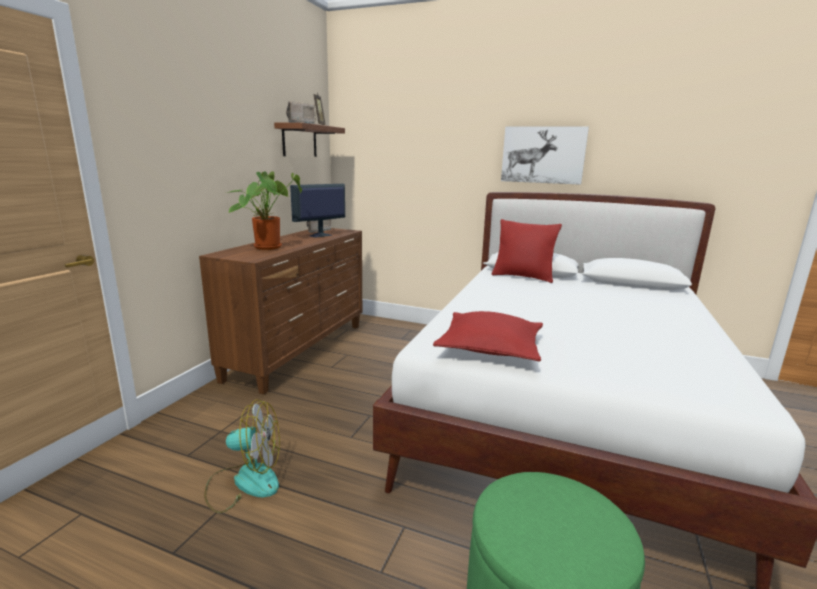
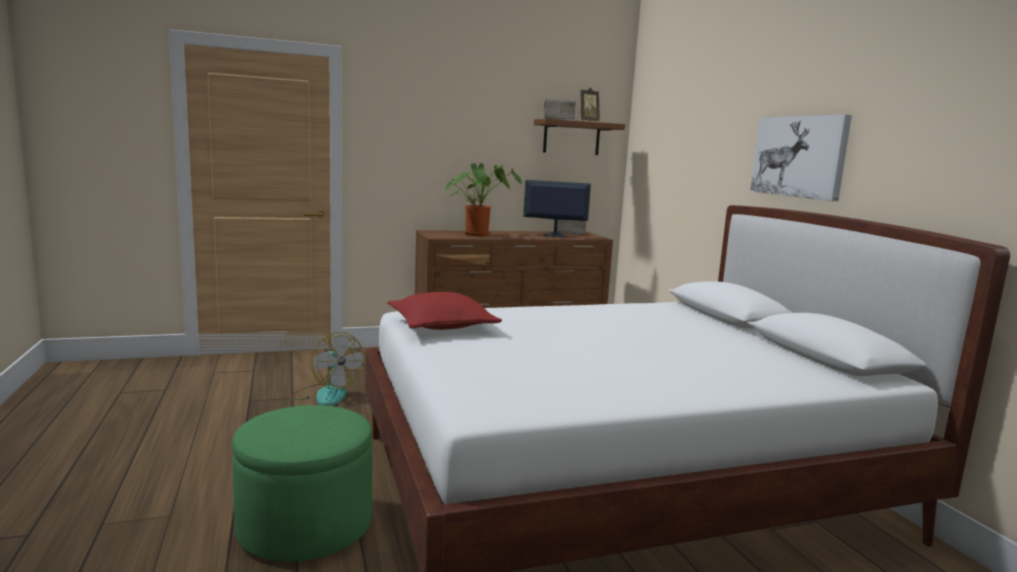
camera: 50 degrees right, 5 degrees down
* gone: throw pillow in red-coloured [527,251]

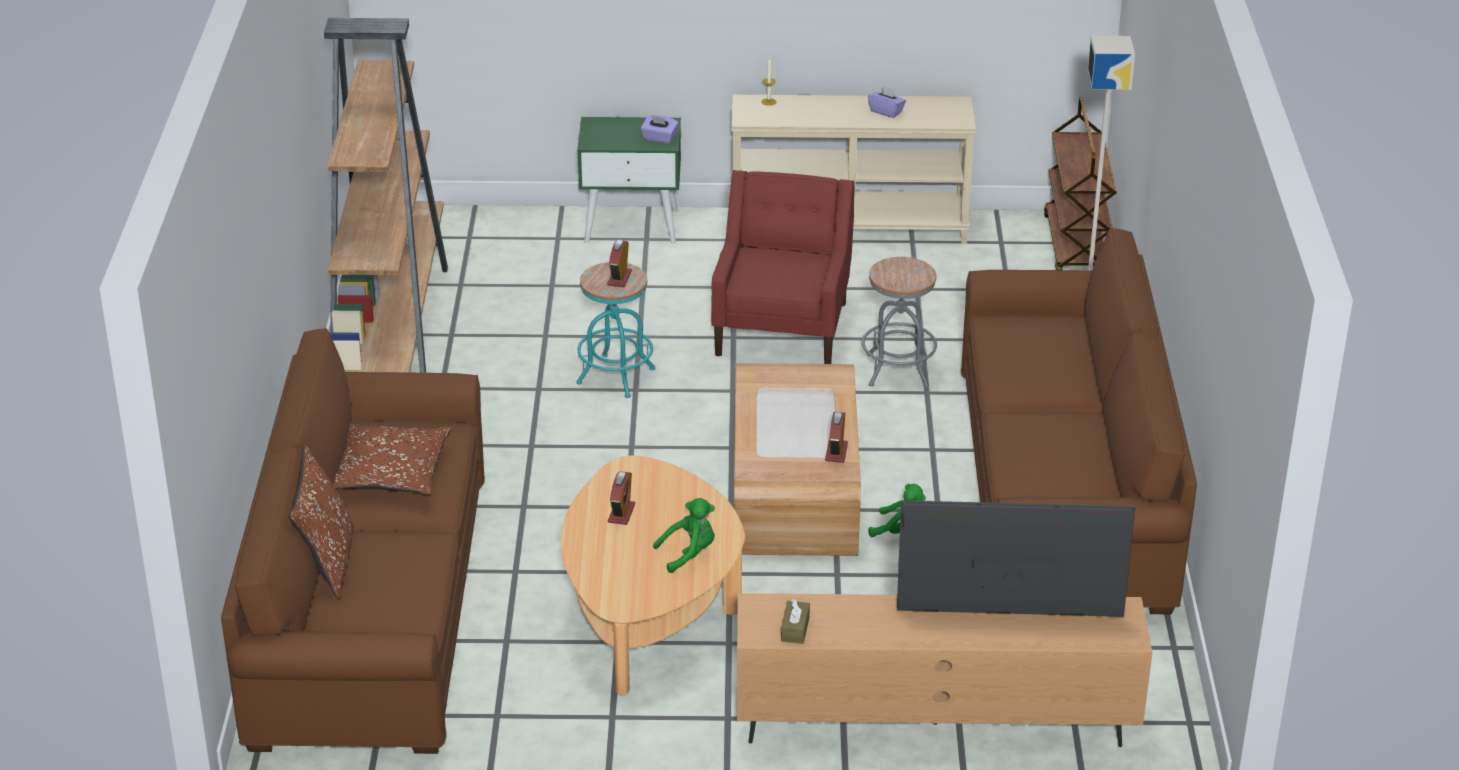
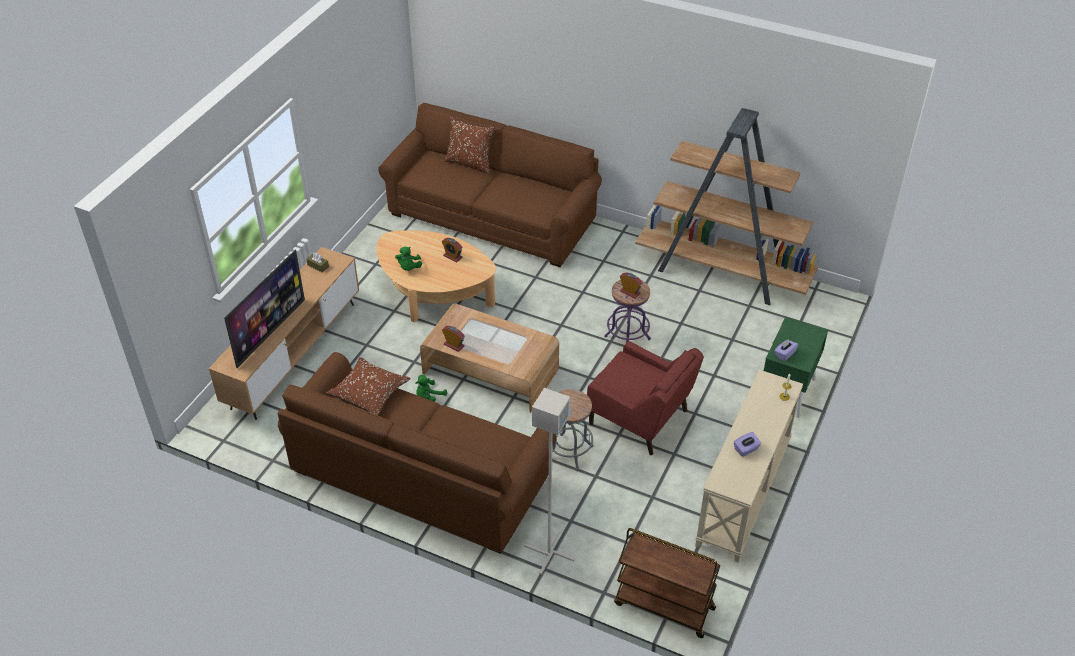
camera: 115 degrees right, 10 degrees up
* shifted: throw pillow in brown-coloured [392,459] to [368,386]
* repainted: stool in blue-green [616,330] to stool in purple [627,311]

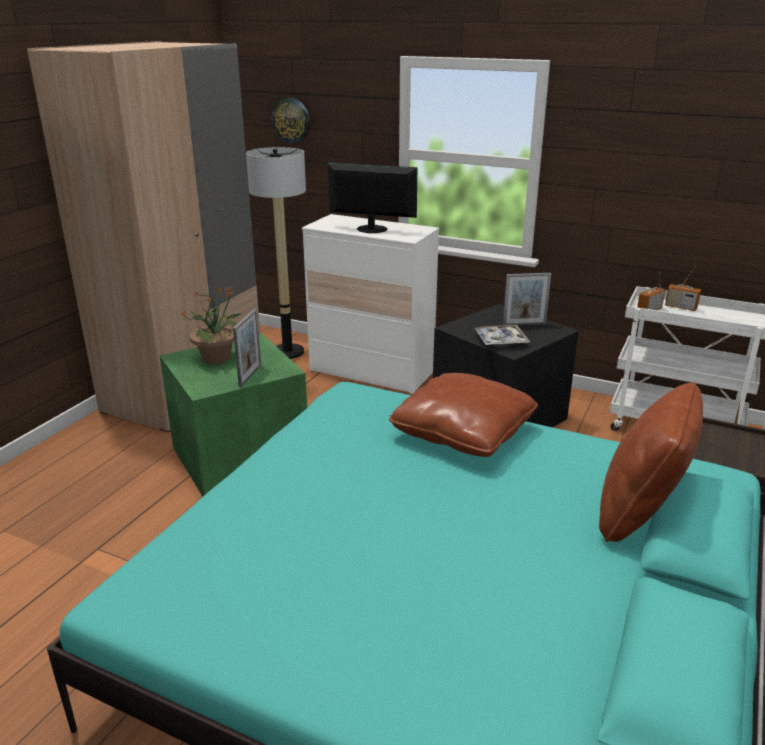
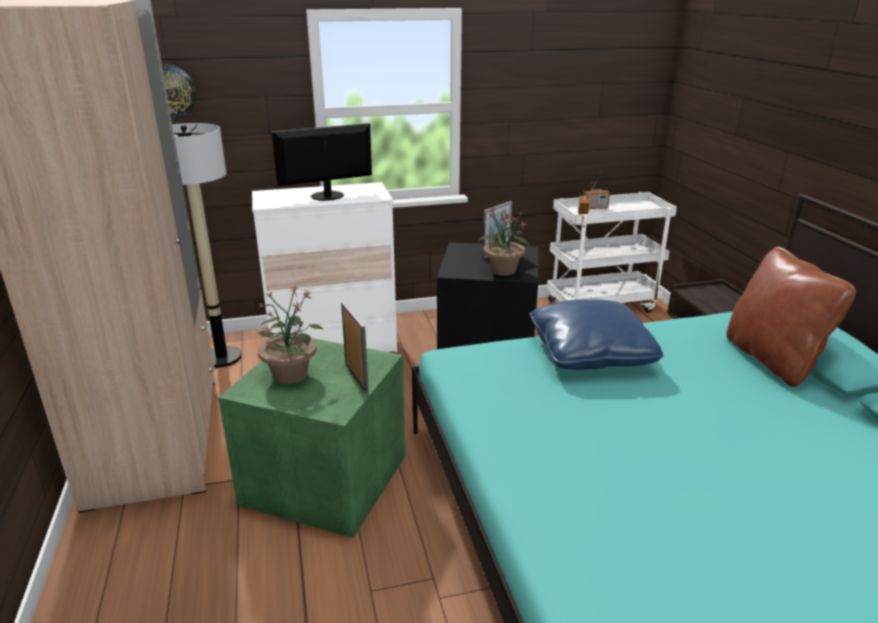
camera: 40 degrees left, 0 degrees up
* swapped: serving tray [502,335] to houseplant [505,242]
* repainted: throw pillow in brown-coloured [463,415] to throw pillow in blue-coloured [597,334]

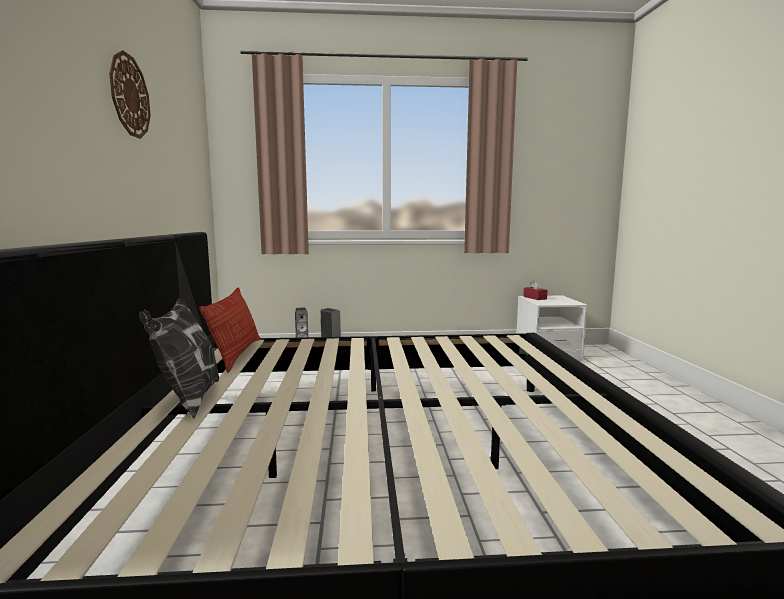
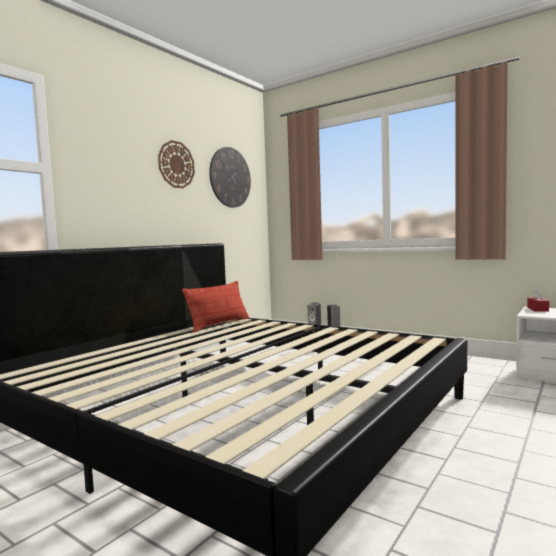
camera: 40 degrees right, 5 degrees down
* gone: throw pillow [179,358]
* new: clock on the wall [230,177]

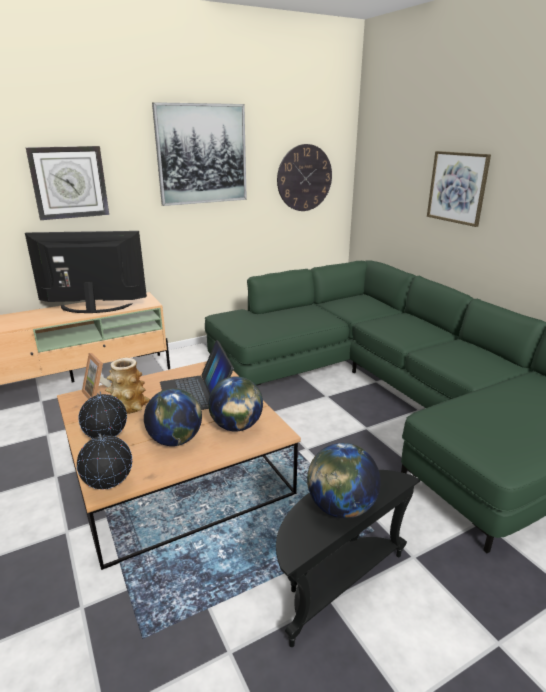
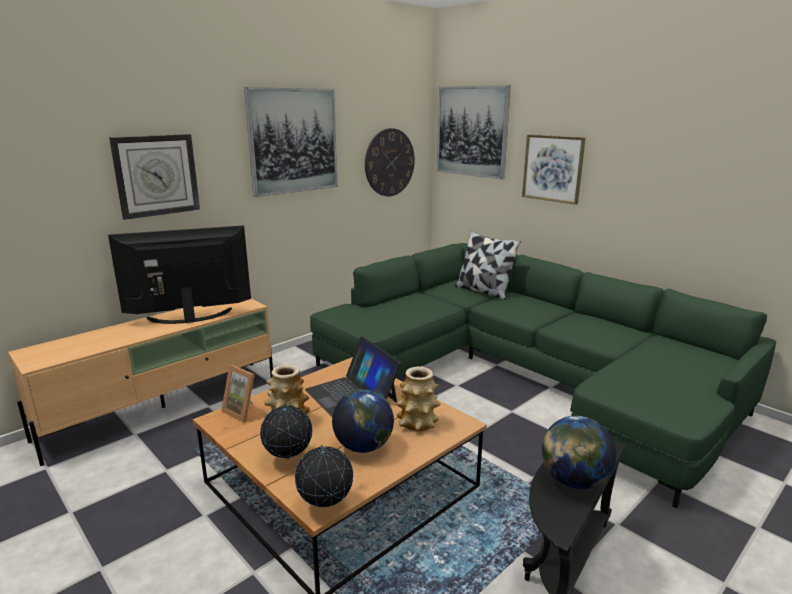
camera: 15 degrees left, 5 degrees down
* new: picture [474,132]
* new: throw pillow [488,265]
* swapped: desk globe [235,404] to flower vase [418,398]

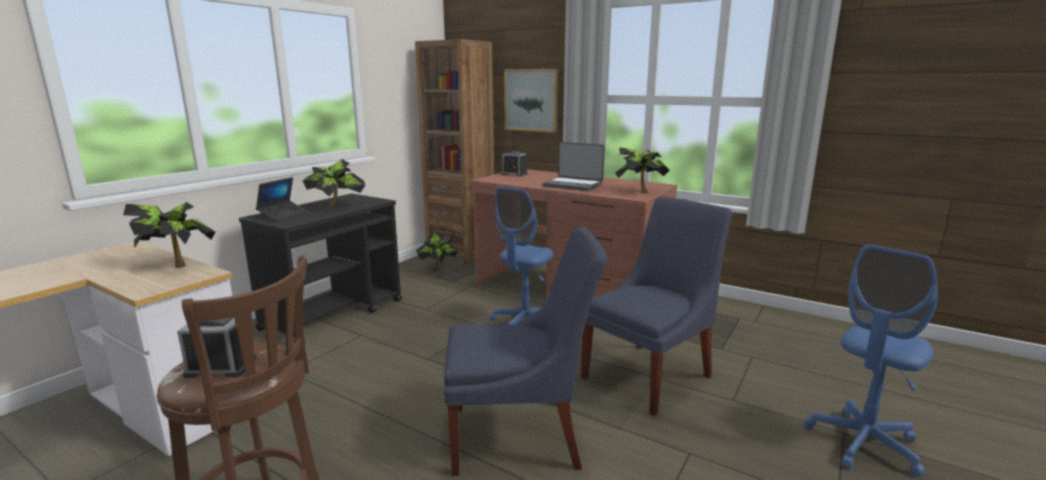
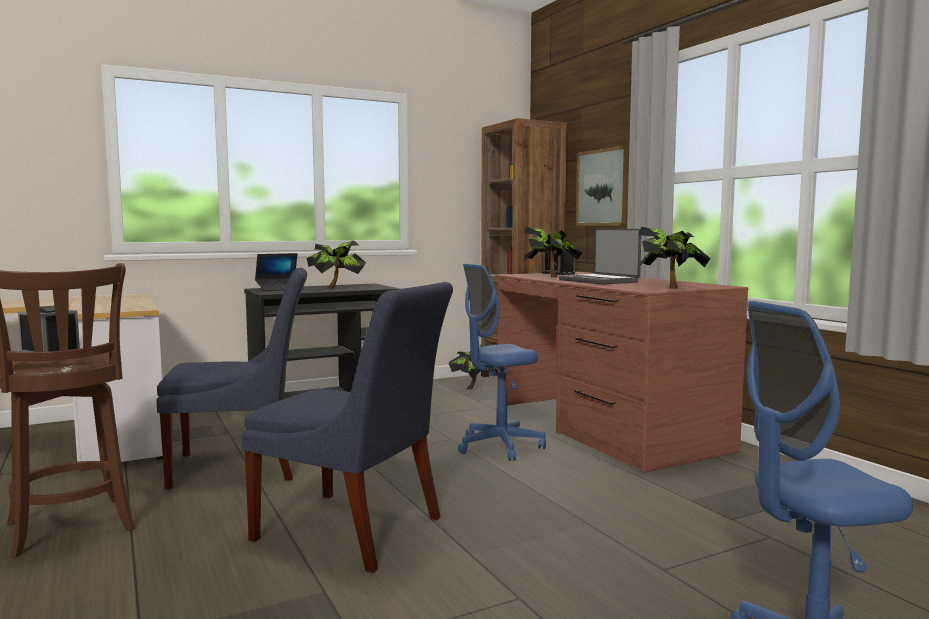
camera: 30 degrees right, 10 degrees down
* shifted: houseplant [169,235] to [553,252]
* shifted: upright chair in blue-coloured [656,306] to [231,378]

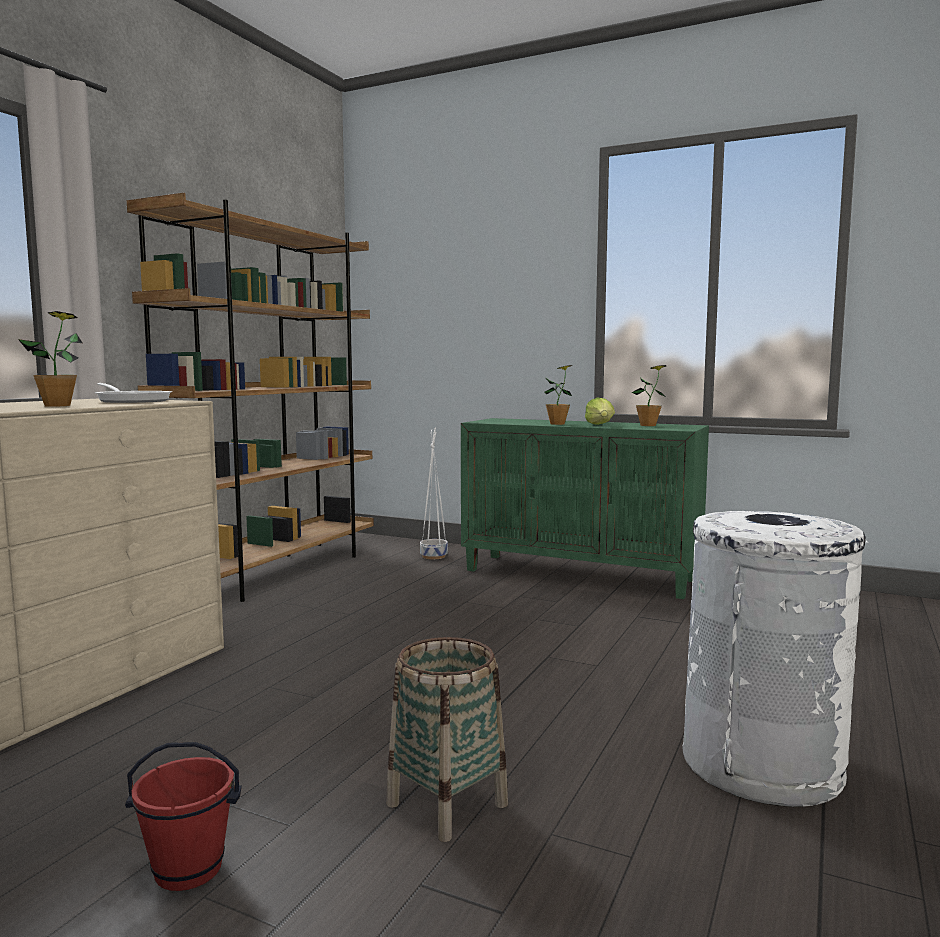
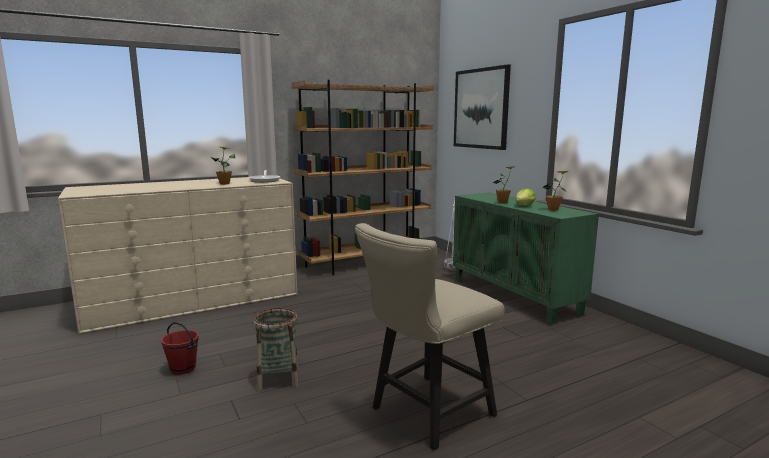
camera: 35 degrees right, 5 degrees up
* new: picture [482,107]
* swapped: trash can in whitish [775,659] to upright chair in sand-coloured [429,336]

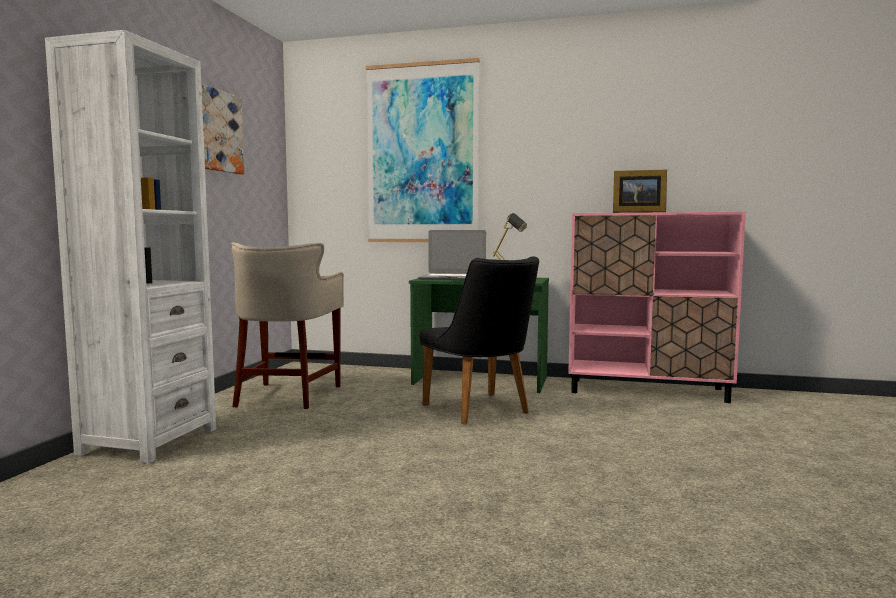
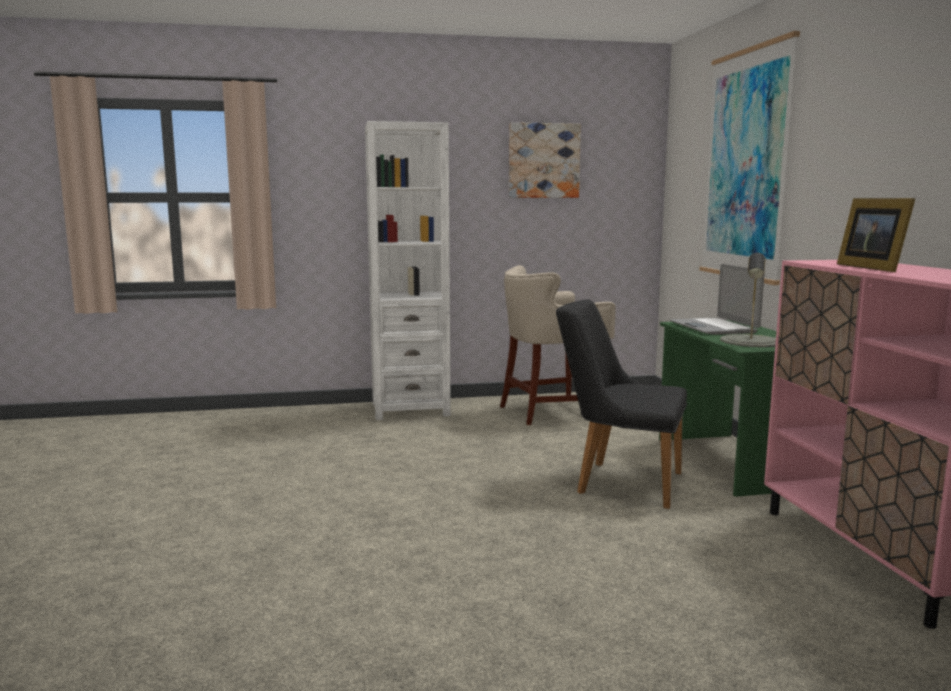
camera: 65 degrees right, 5 degrees up
* rotated: upright chair in black-coloured [479,340] = [621,404] 75 degrees clockwise

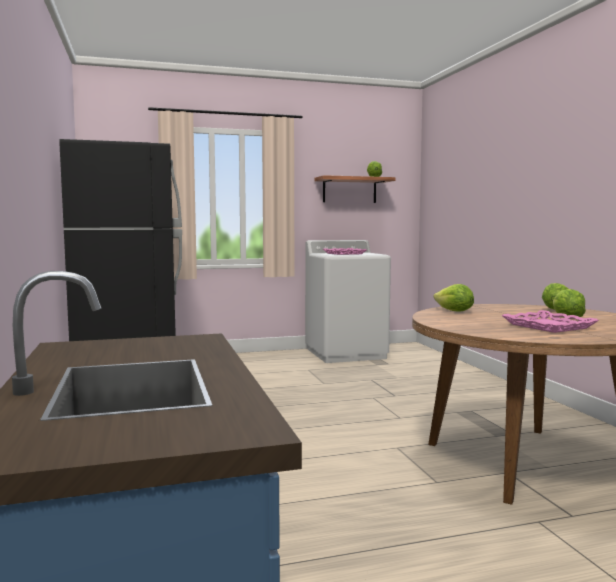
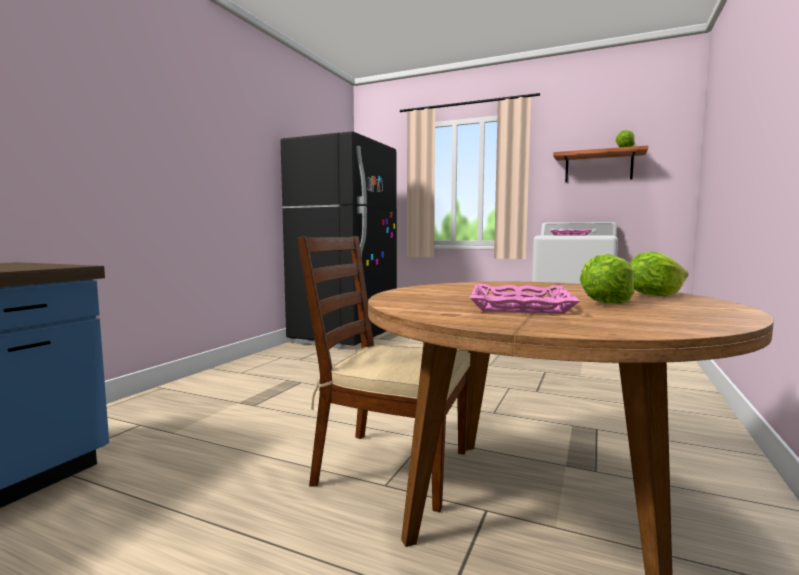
camera: 40 degrees right, 0 degrees up
* gone: lettuce [454,298]
* new: upright chair in brown-coloured [384,374]

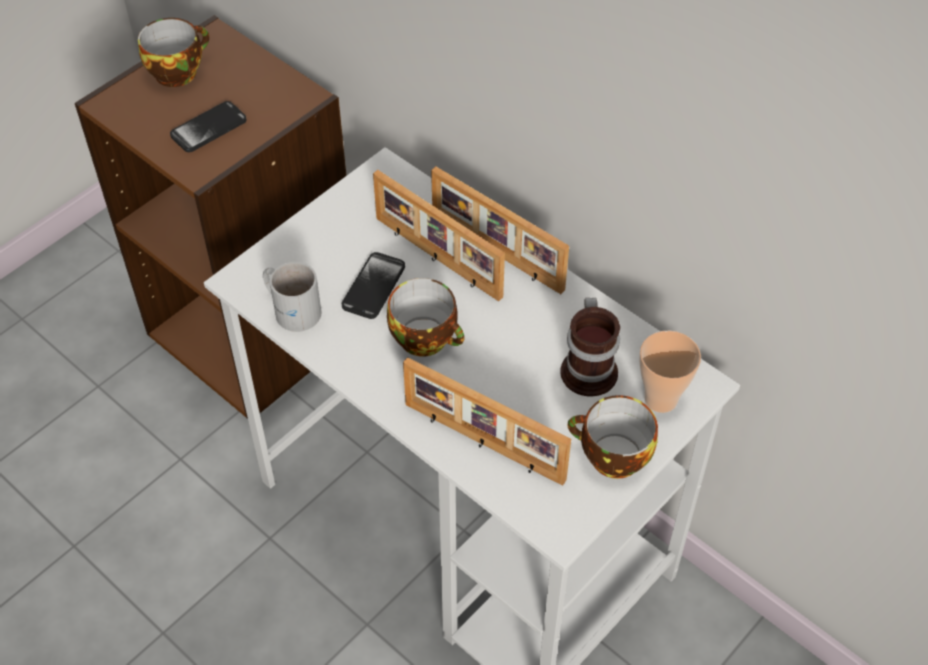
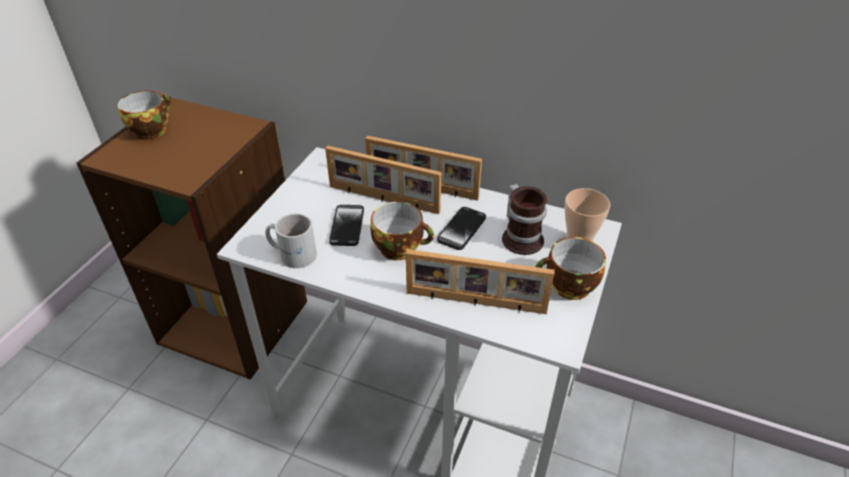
camera: 20 degrees left, 10 degrees down
* shifted: phone [208,126] to [461,228]

